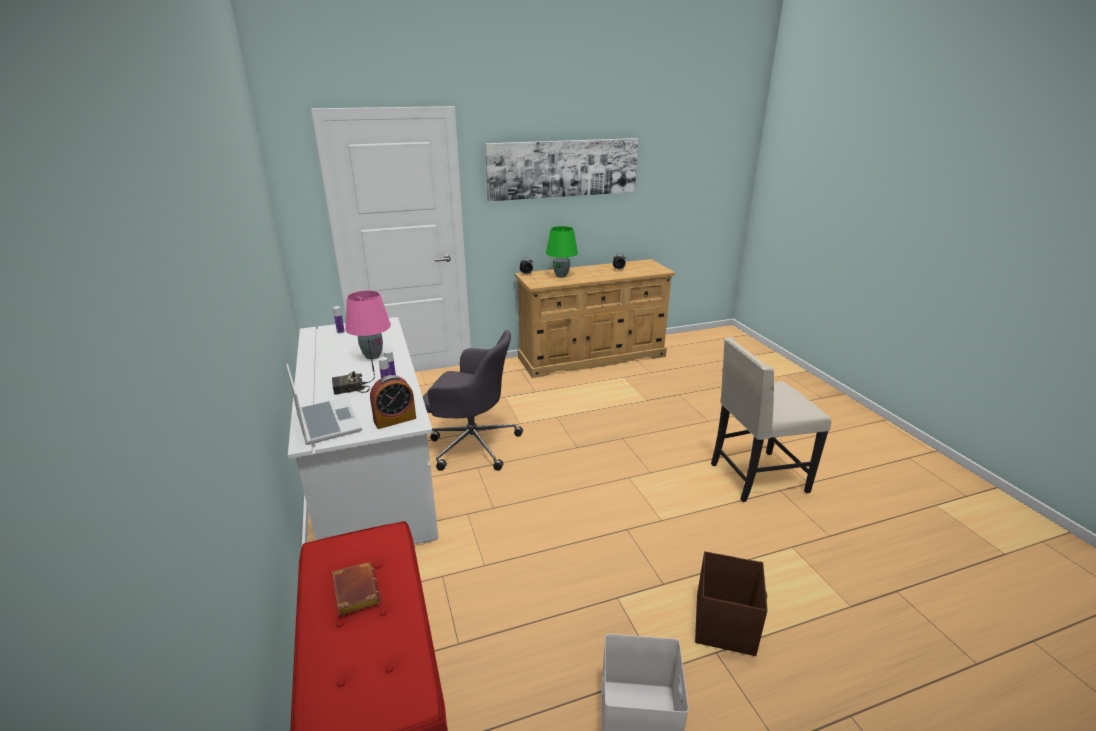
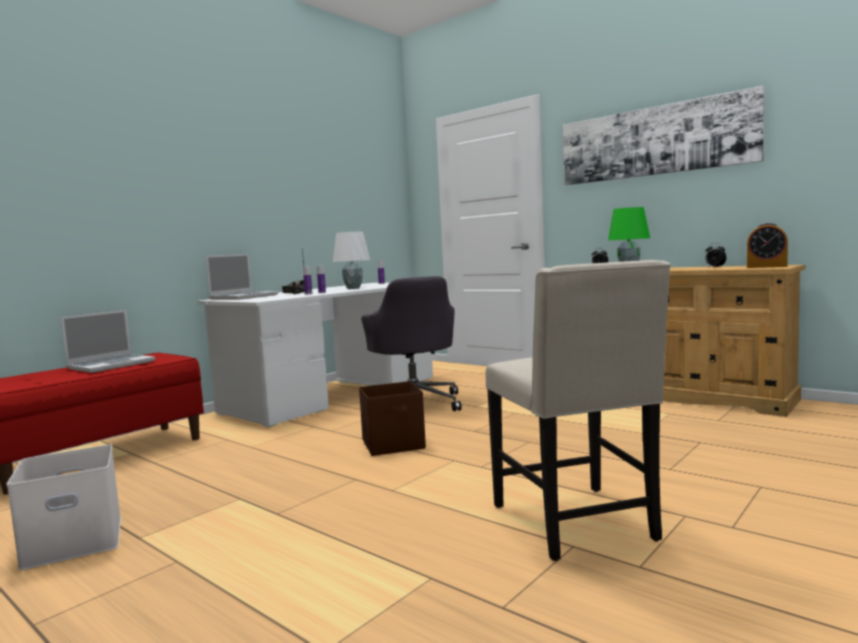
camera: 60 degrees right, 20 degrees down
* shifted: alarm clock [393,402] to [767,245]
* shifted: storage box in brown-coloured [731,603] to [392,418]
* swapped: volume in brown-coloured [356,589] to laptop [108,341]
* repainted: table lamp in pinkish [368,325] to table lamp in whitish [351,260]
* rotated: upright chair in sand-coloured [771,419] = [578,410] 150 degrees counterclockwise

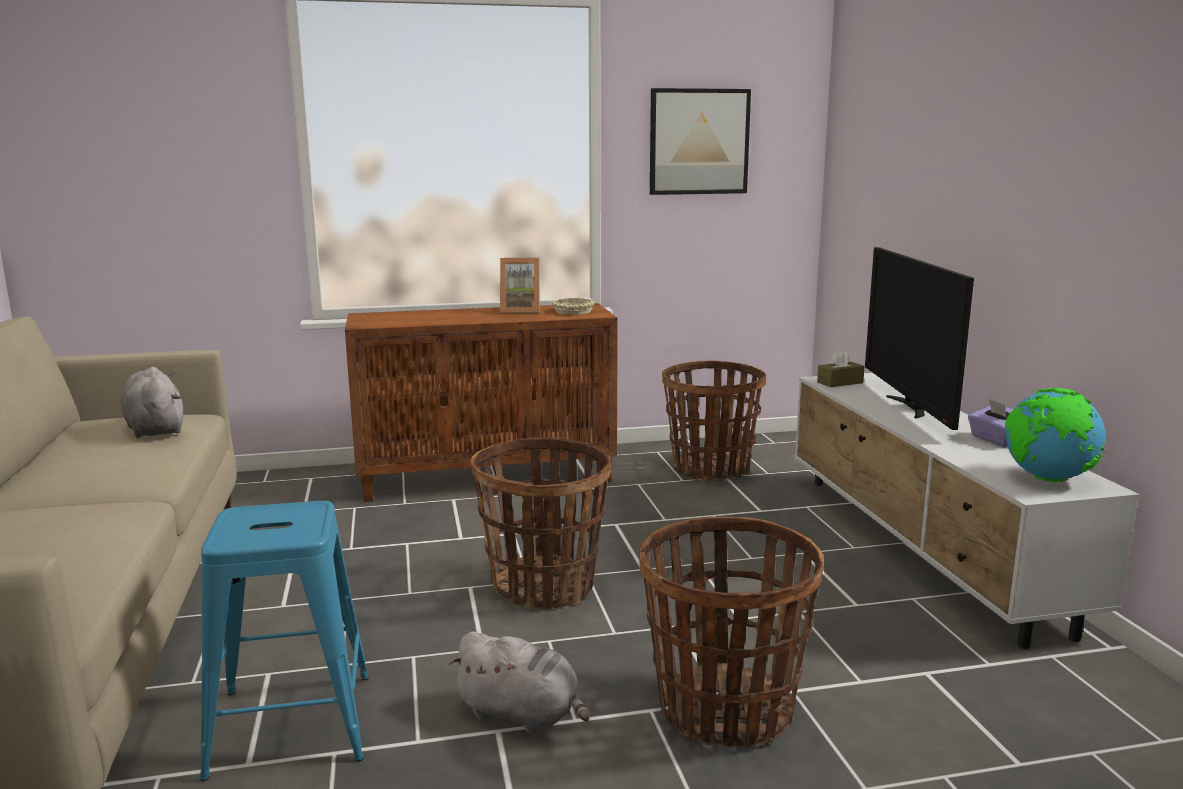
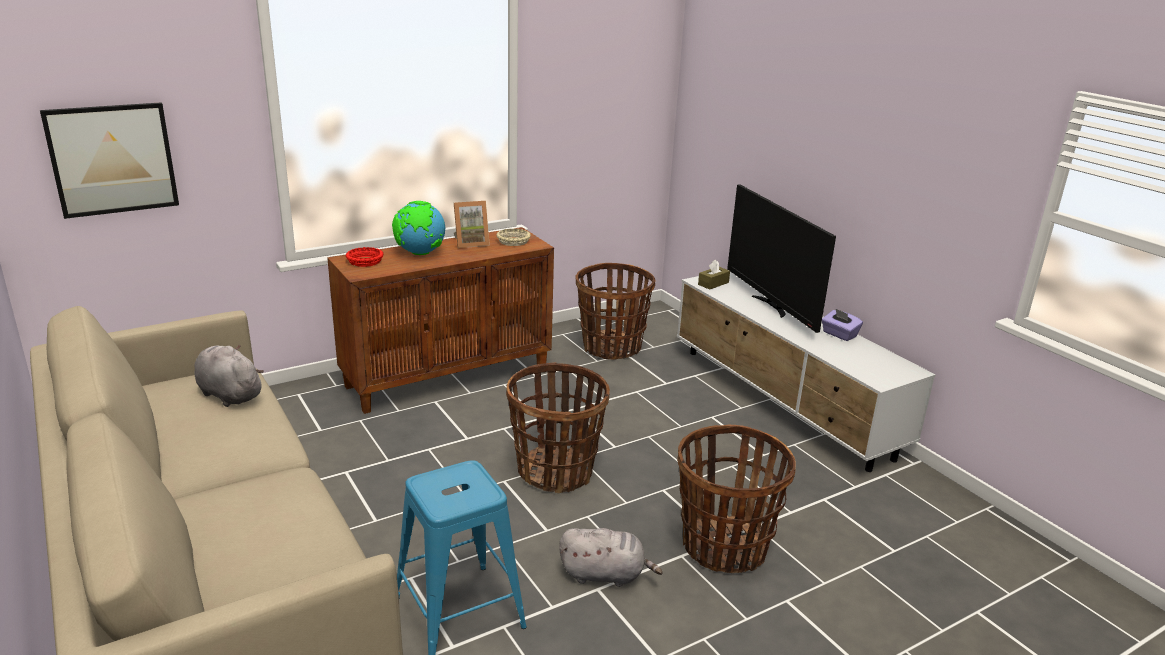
camera: 20 degrees left, 10 degrees up
* new: deep dish in red-coloured [365,257]
* shifted: picture [700,141] to [109,160]
* shifted: desk globe [1055,435] to [418,228]

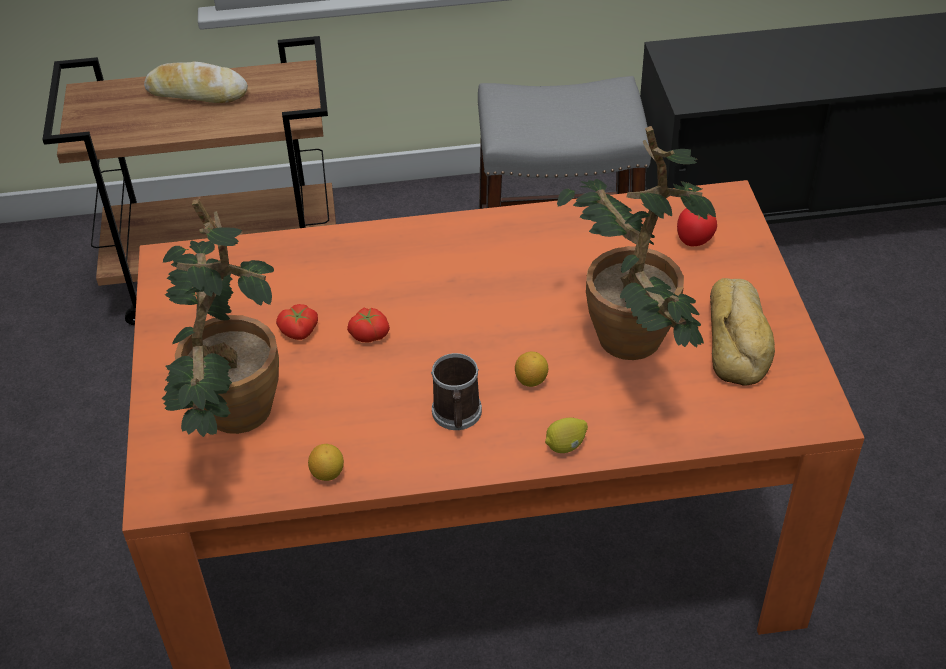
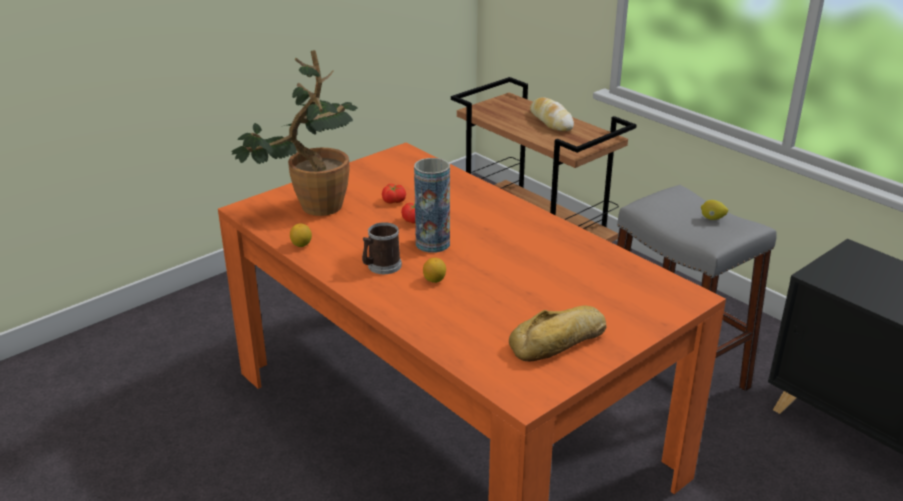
camera: 55 degrees right, 15 degrees down
* gone: houseplant [636,243]
* gone: whole tomato [697,227]
* new: flower vase [432,205]
* shifted: lemon [566,435] to [714,210]

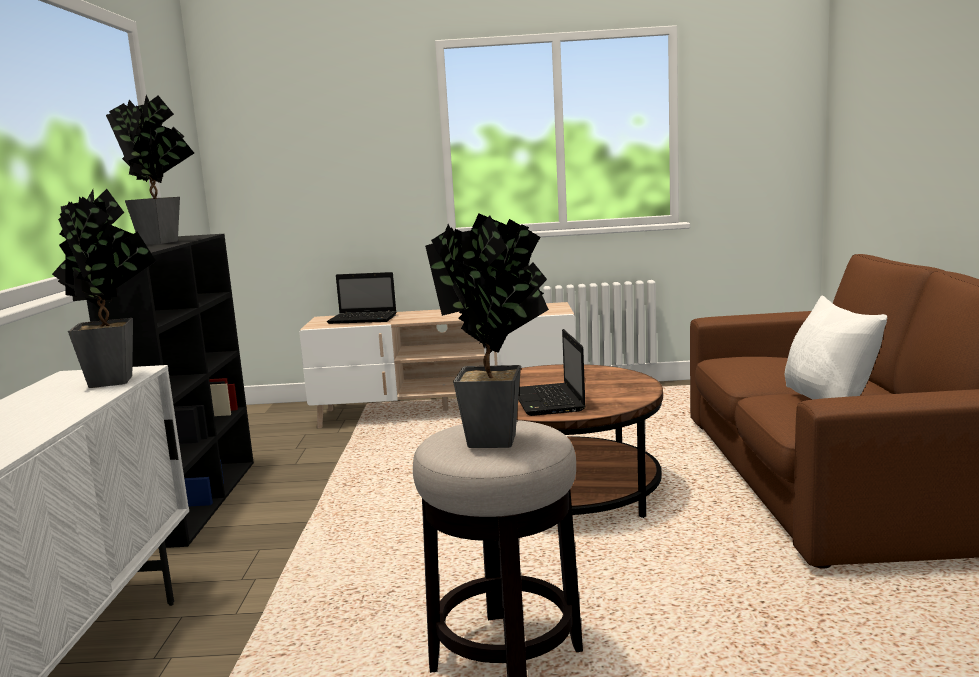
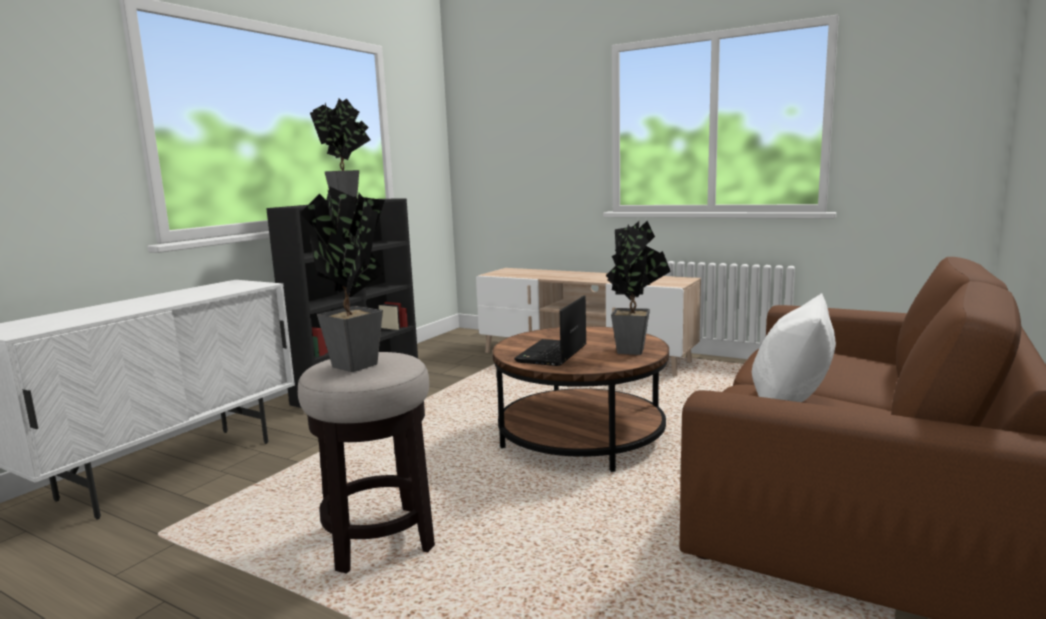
camera: 30 degrees right, 0 degrees up
* gone: laptop [361,298]
* shifted: houseplant [104,288] to [638,288]

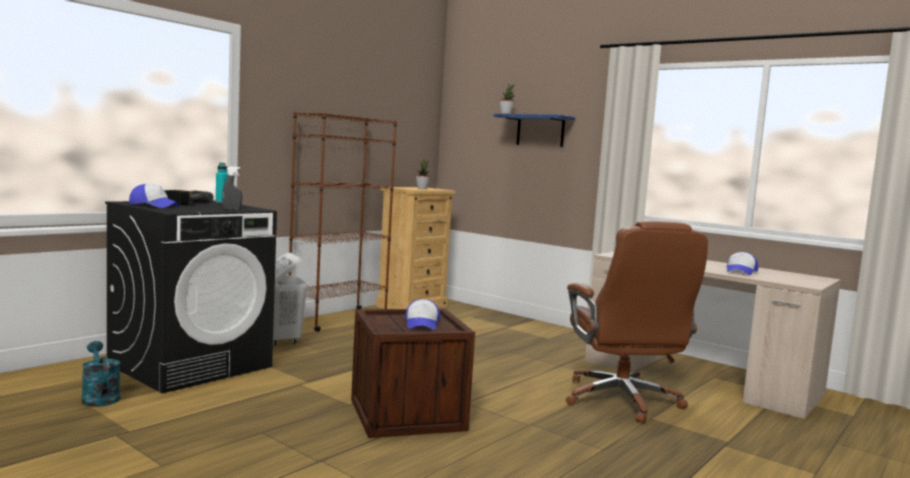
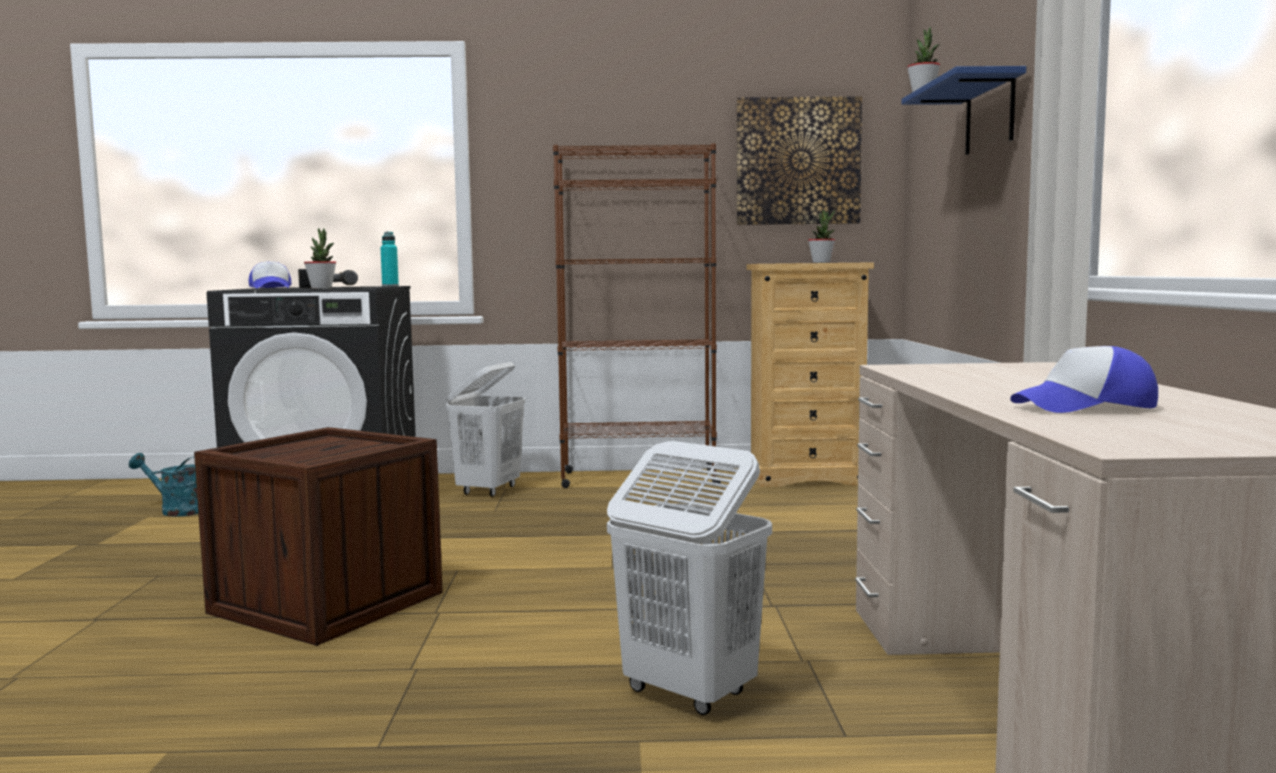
camera: 50 degrees right, 0 degrees up
* gone: baseball cap [422,314]
* new: picture [799,160]
* swapped: spray bottle in gray [232,188] to houseplant [320,258]
* swapped: computer chair in brown-coloured [637,322] to laundry basket in whitish [689,578]
* rotated: watering pot in blue-green [100,374] = [163,484] 90 degrees counterclockwise

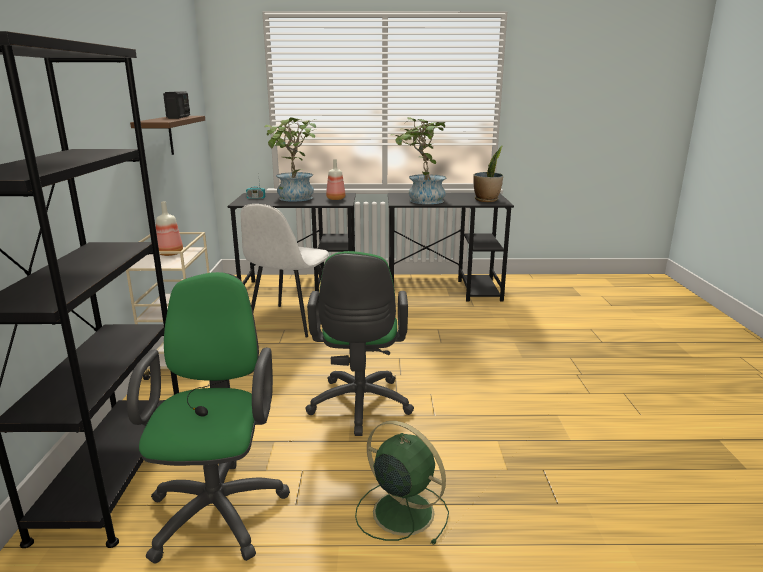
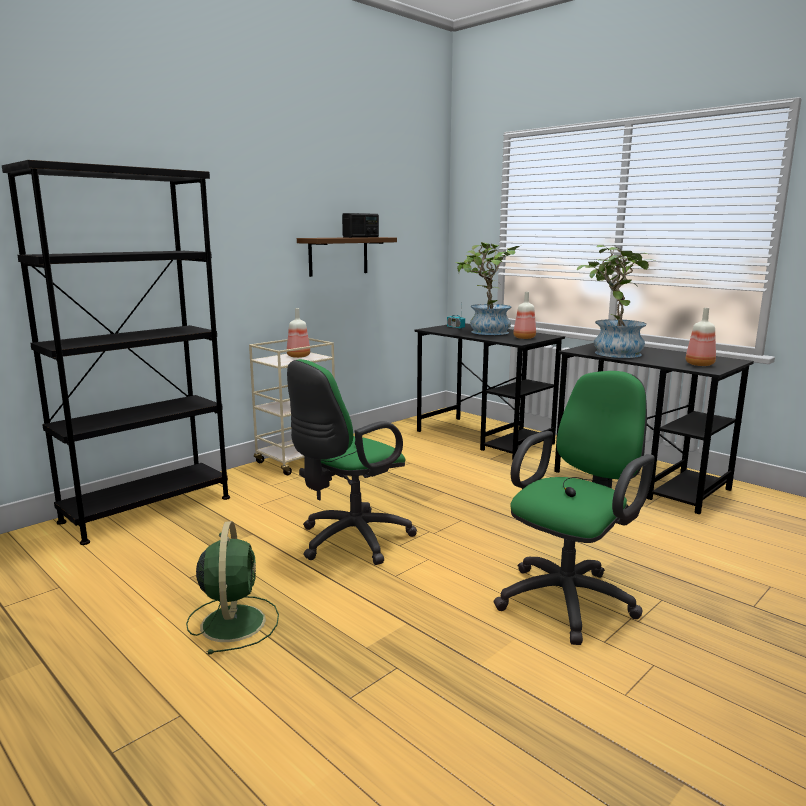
camera: 45 degrees right, 5 degrees down
* gone: upright chair in whitish [285,270]
* shifted: computer chair in greenish [208,418] to [574,508]
* swapped: houseplant [488,173] to drink bottle [701,337]

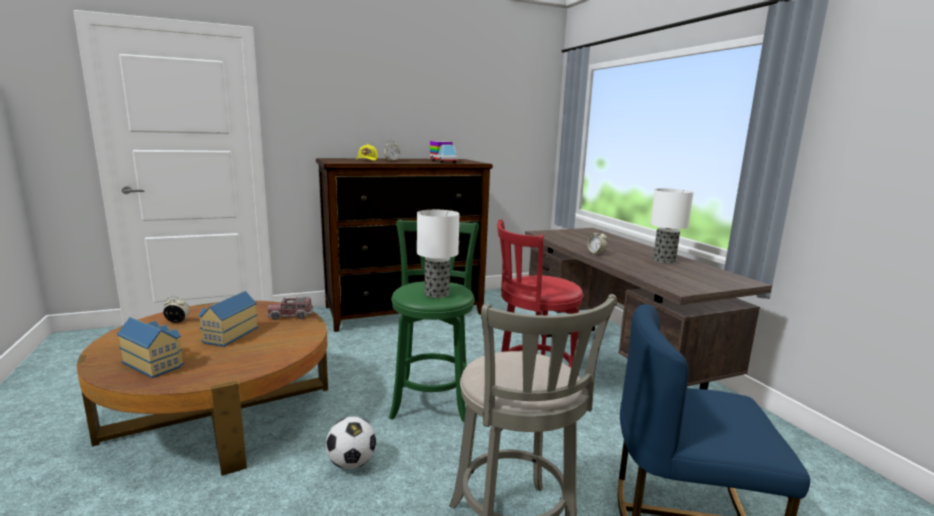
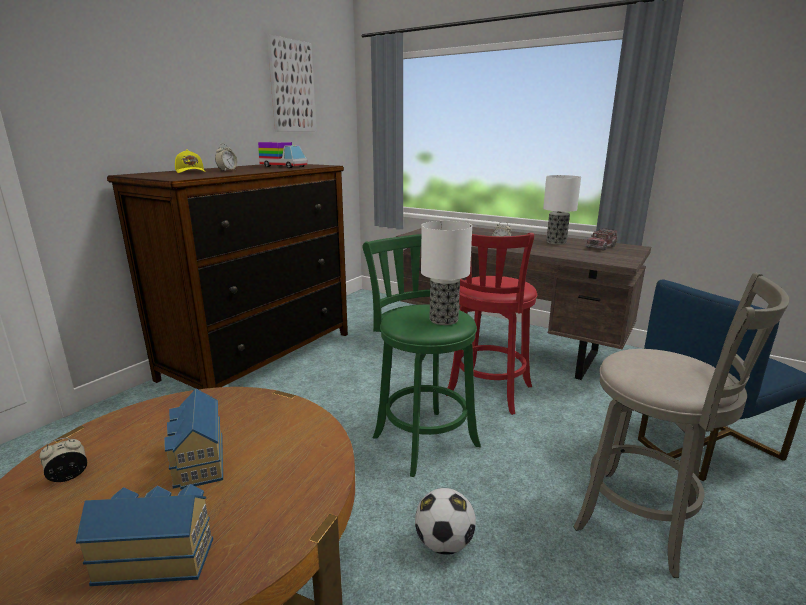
camera: 35 degrees left, 5 degrees up
* new: picture [291,83]
* shifted: toy truck [290,308] to [601,239]

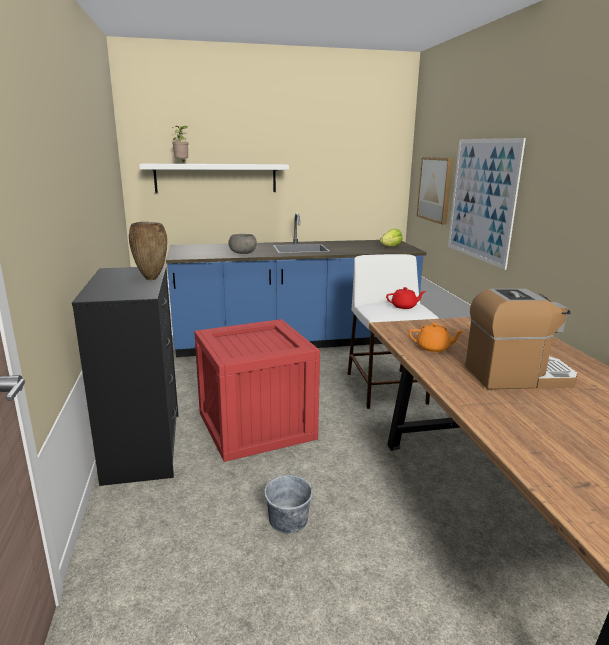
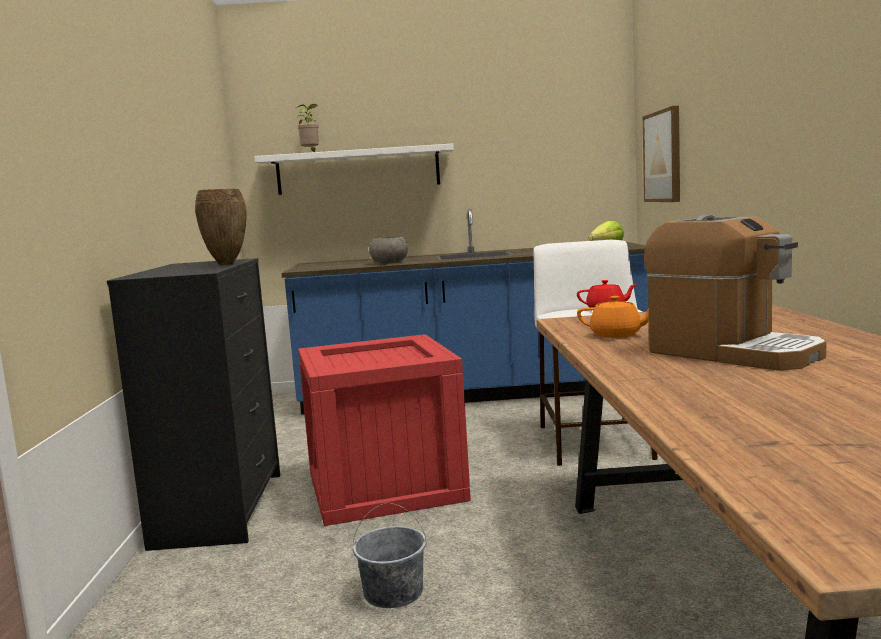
camera: 10 degrees right, 10 degrees down
* gone: picture [487,204]
* rotated: coffee machine [521,339] = [735,293] 45 degrees clockwise

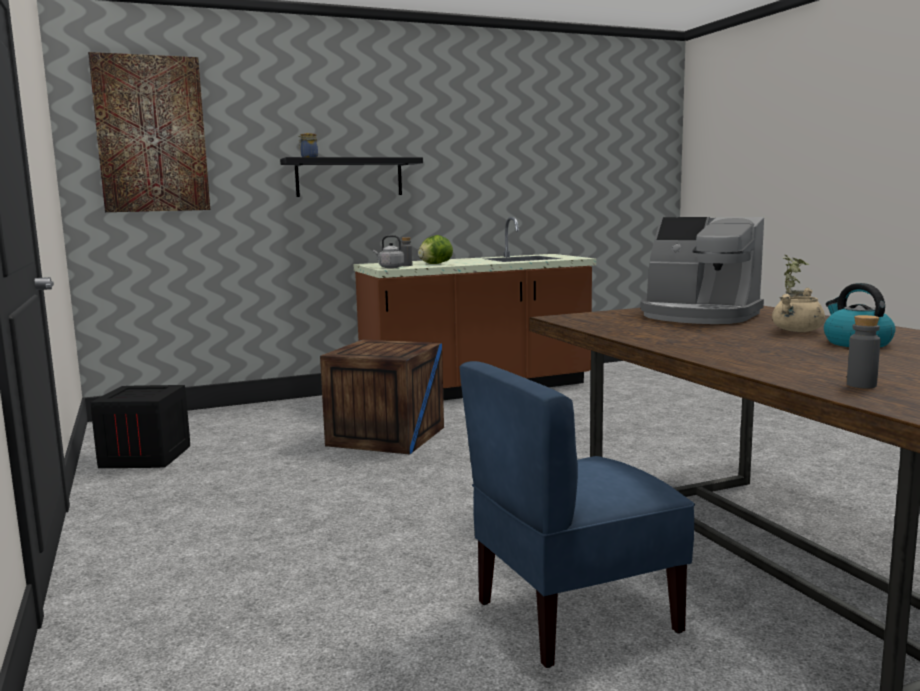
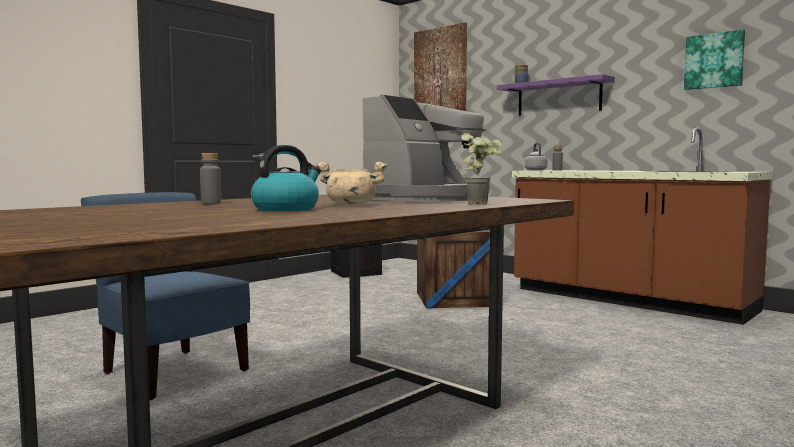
camera: 65 degrees right, 5 degrees down
* gone: lettuce [435,249]
* new: picture [714,59]
* shifted: drink bottle in gray [864,351] to [210,178]
* repainted: shelf in black-coloured [351,177] to shelf in purple [555,95]
* rotated: coffee machine [702,270] = [426,148] 150 degrees counterclockwise

